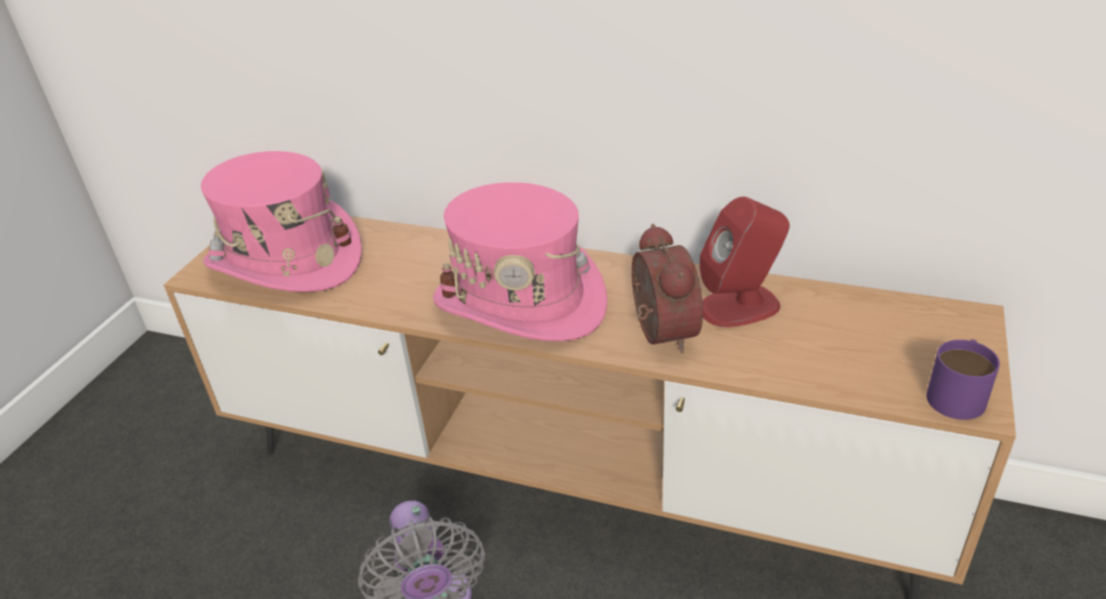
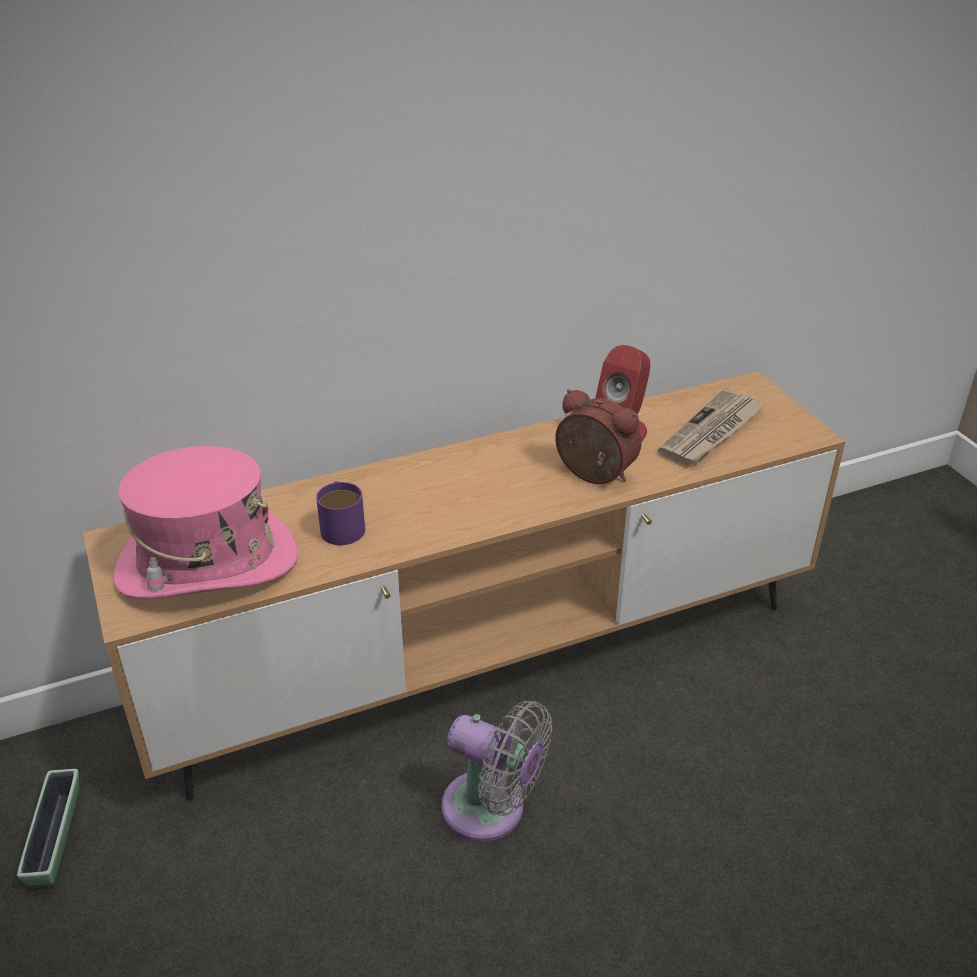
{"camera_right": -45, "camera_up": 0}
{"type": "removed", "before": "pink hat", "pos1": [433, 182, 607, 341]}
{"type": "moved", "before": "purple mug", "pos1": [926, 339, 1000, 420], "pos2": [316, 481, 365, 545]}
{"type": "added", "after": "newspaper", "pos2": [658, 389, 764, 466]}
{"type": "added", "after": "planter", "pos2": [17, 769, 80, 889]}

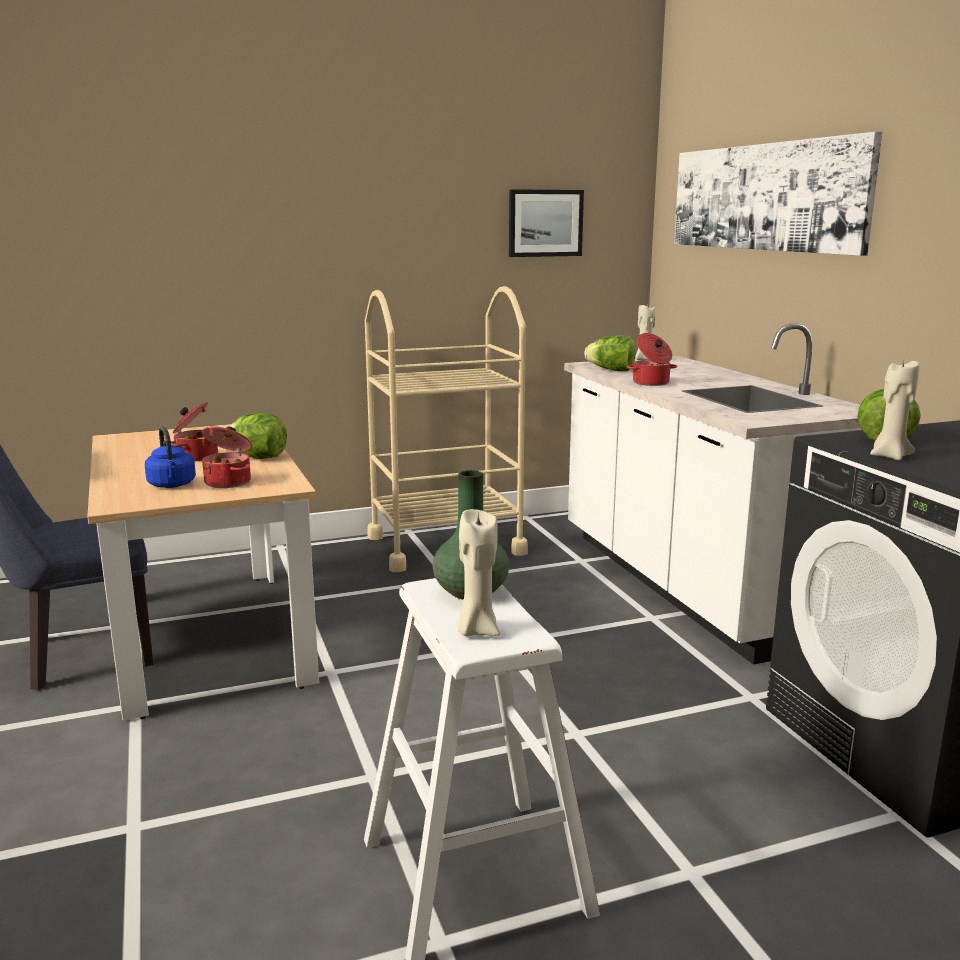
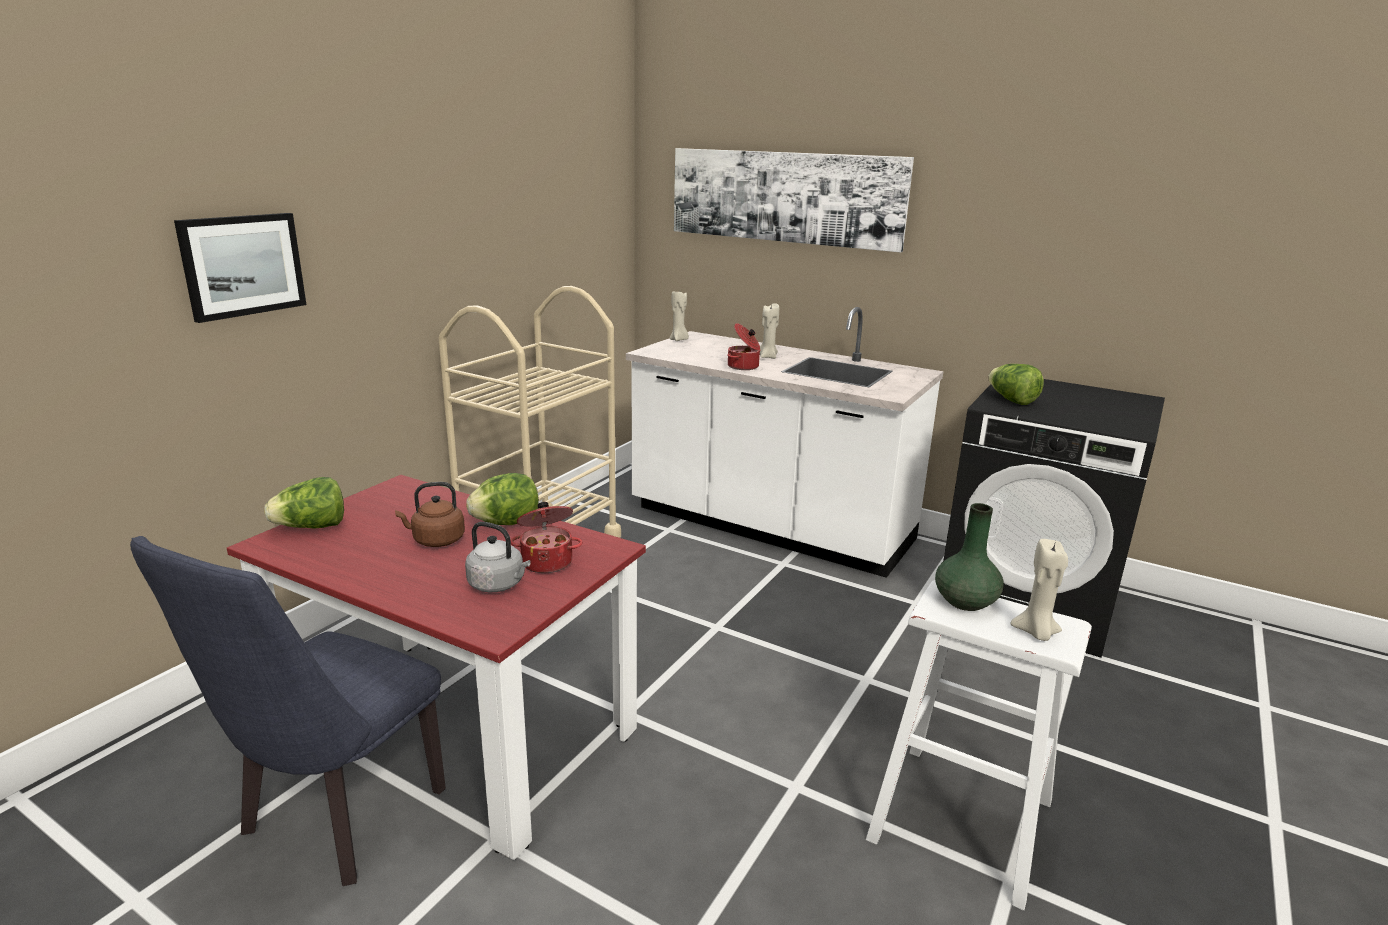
{"camera_right": -40, "camera_up": 5}
{"type": "moved", "before": "picture", "pos1": [509, 189, 584, 257], "pos2": [174, 213, 306, 323]}
{"type": "moved", "before": "lettuce", "pos1": [584, 335, 636, 371], "pos2": [264, 477, 344, 529]}
{"type": "moved", "before": "beige candle", "pos1": [870, 361, 919, 460], "pos2": [760, 303, 779, 359]}
{"type": "replaced", "before": "cooking pot", "after": "brown kettle", "pos1": [171, 402, 218, 461], "pos2": [395, 482, 465, 547]}
{"type": "recoloured", "before": "beige dining table", "after": "red dining table", "pos1": [87, 424, 319, 720], "pos2": [227, 475, 646, 860]}
{"type": "recoloured", "before": "blue kettle", "after": "grey kettle", "pos1": [145, 426, 196, 488], "pos2": [465, 522, 531, 592]}

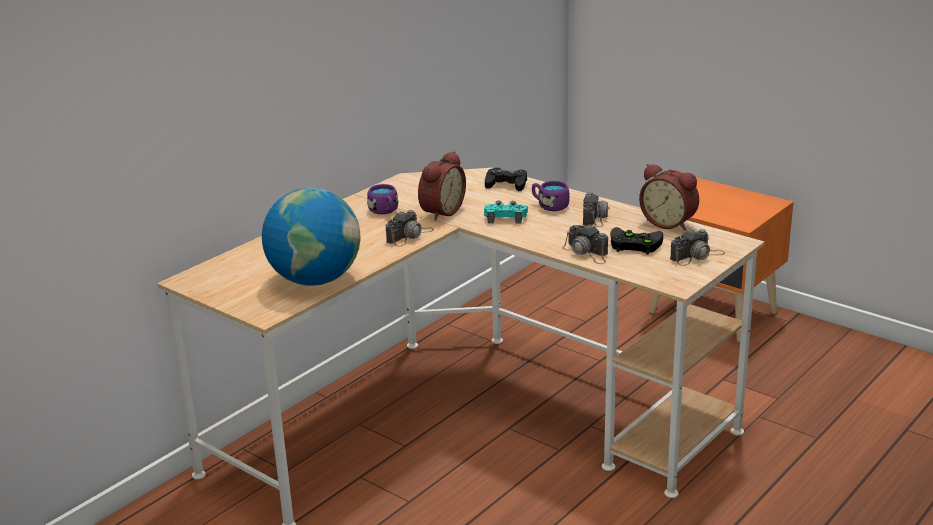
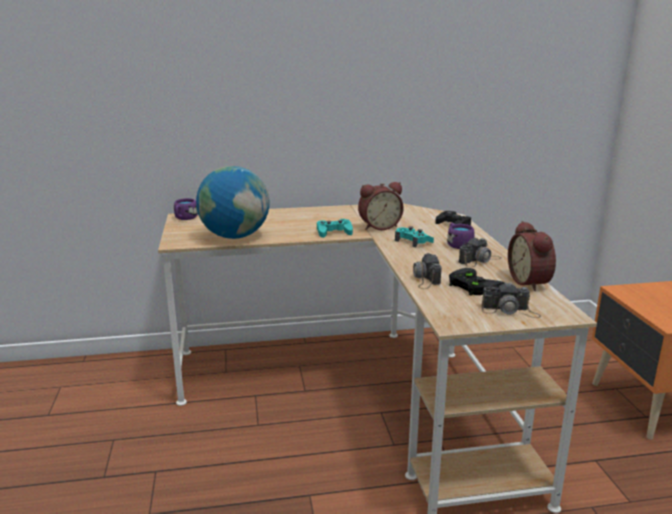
{"camera_right": 40, "camera_up": -5}
{"type": "moved", "before": "purple mug", "pos1": [367, 184, 398, 214], "pos2": [174, 198, 198, 220]}
{"type": "replaced", "before": "photo camera", "after": "turquoise game controller", "pos1": [386, 210, 434, 246], "pos2": [317, 219, 353, 238]}

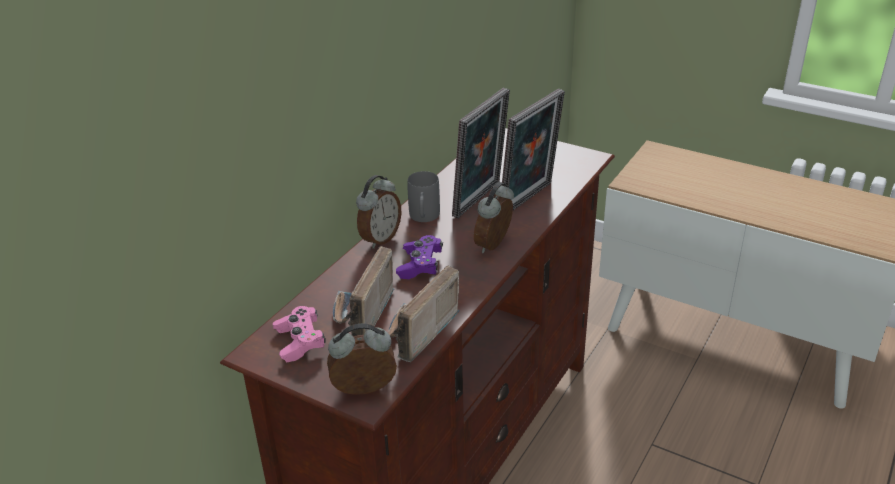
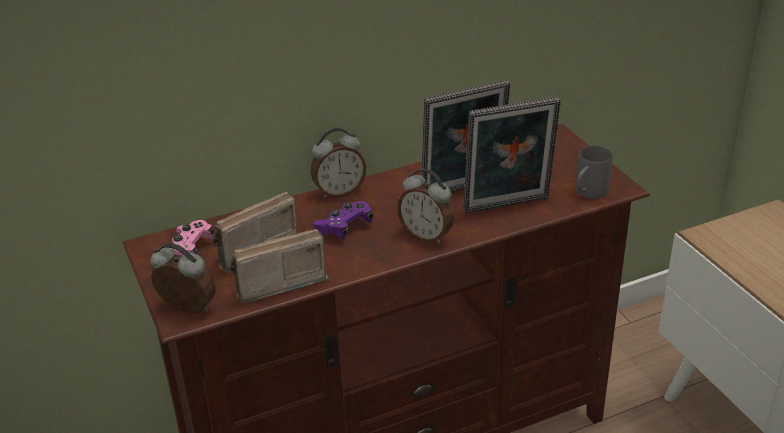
{"camera_right": 35, "camera_up": 0}
{"type": "moved", "before": "grey mug", "pos1": [407, 171, 440, 222], "pos2": [576, 146, 613, 199]}
{"type": "turned", "before": "alarm clock", "pos1": [474, 182, 514, 253], "pos2": [397, 169, 454, 244], "turn": -120}

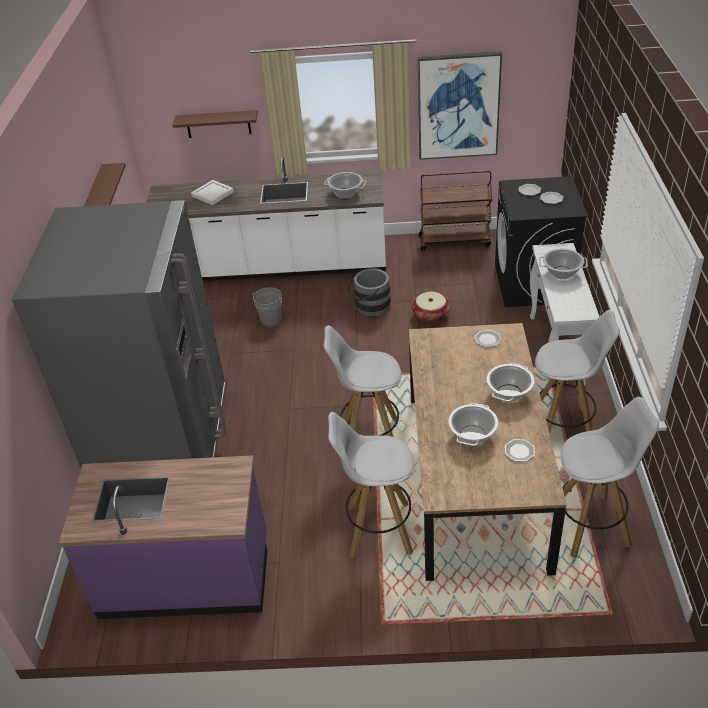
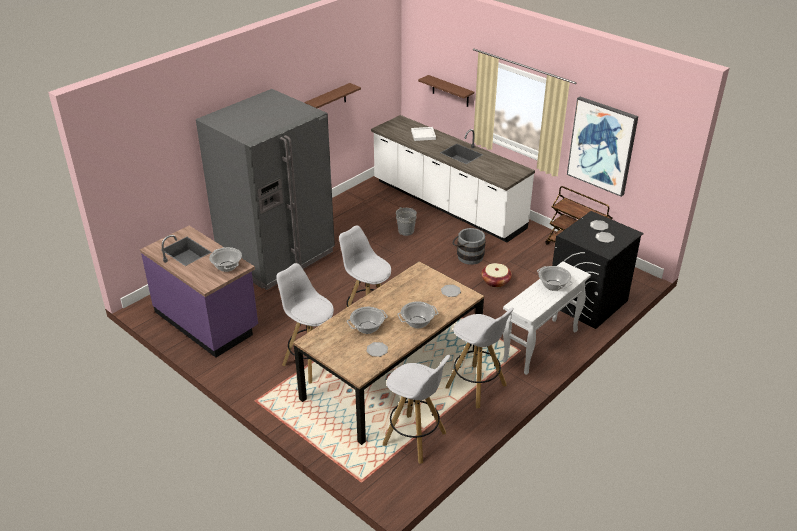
{"camera_right": 40, "camera_up": -5}
{"type": "moved", "before": "cooking pot", "pos1": [324, 172, 366, 198], "pos2": [209, 247, 242, 272]}

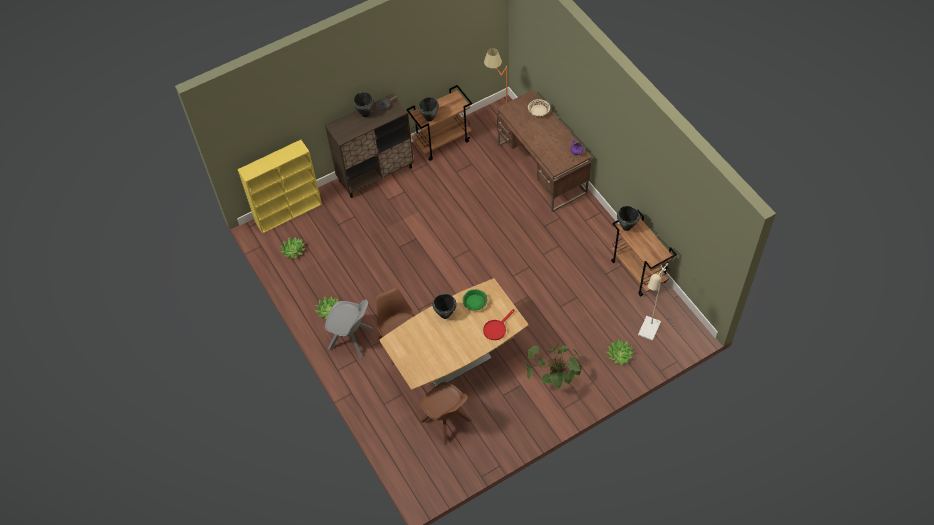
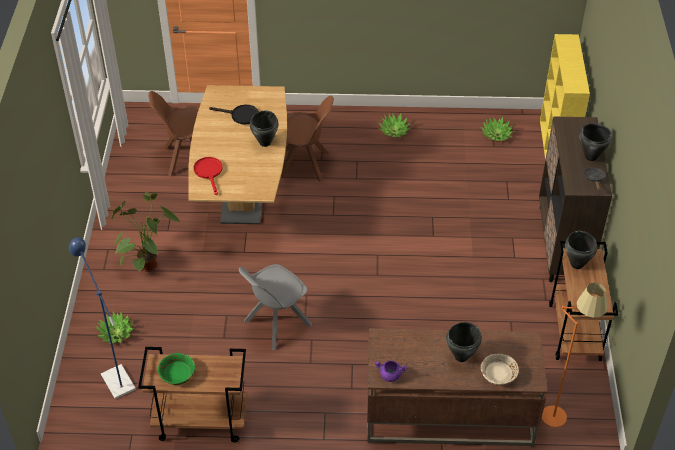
{"camera_right": 120, "camera_up": -10}
{"type": "moved", "before": "black cooking pot", "pos1": [617, 206, 640, 231], "pos2": [446, 322, 482, 362]}
{"type": "recoloured", "before": "beige floor lamp", "after": "blue floor lamp", "pos1": [638, 263, 668, 341], "pos2": [69, 237, 136, 399]}
{"type": "moved", "before": "green bowl", "pos1": [463, 289, 487, 311], "pos2": [158, 353, 195, 385]}
{"type": "moved", "before": "grey chair", "pos1": [325, 300, 373, 358], "pos2": [239, 264, 312, 350]}
{"type": "added", "after": "black frying pan", "pos2": [209, 105, 259, 125]}

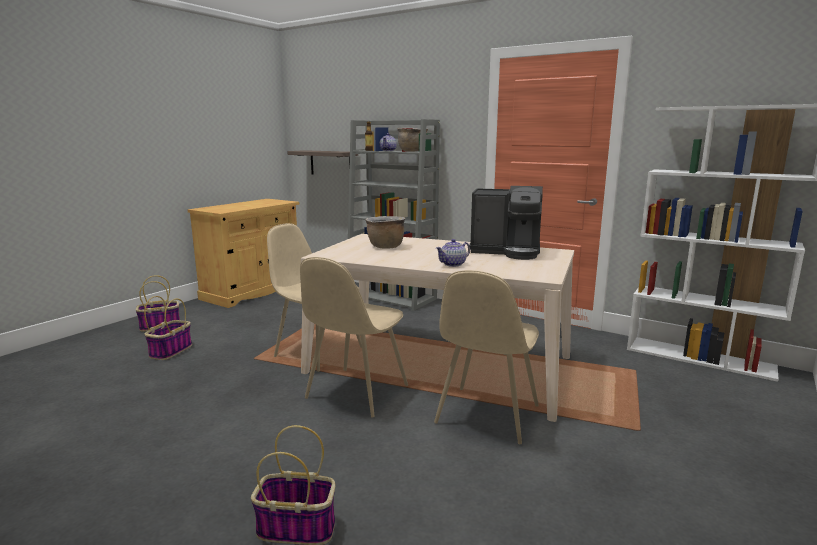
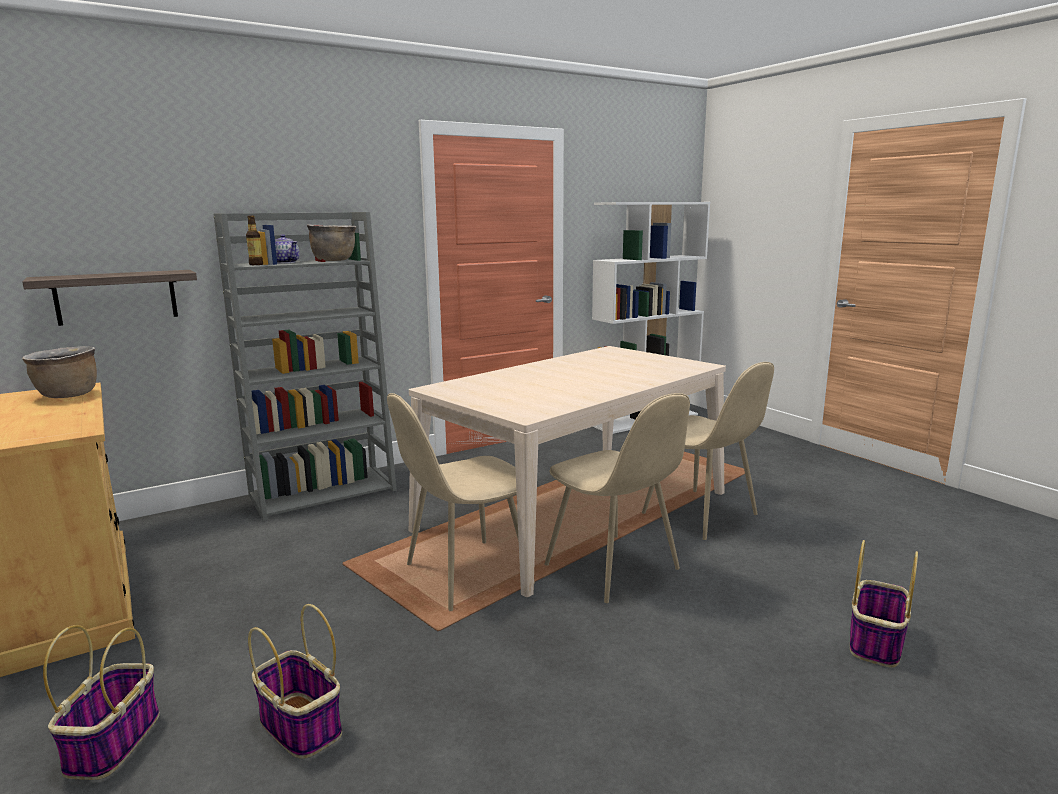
{"camera_right": -65, "camera_up": 0}
{"type": "removed", "before": "coffee machine", "pos1": [469, 186, 543, 260]}
{"type": "moved", "before": "brown cooking pot", "pos1": [366, 216, 405, 249], "pos2": [22, 346, 97, 398]}
{"type": "removed", "before": "teapot", "pos1": [436, 239, 470, 267]}

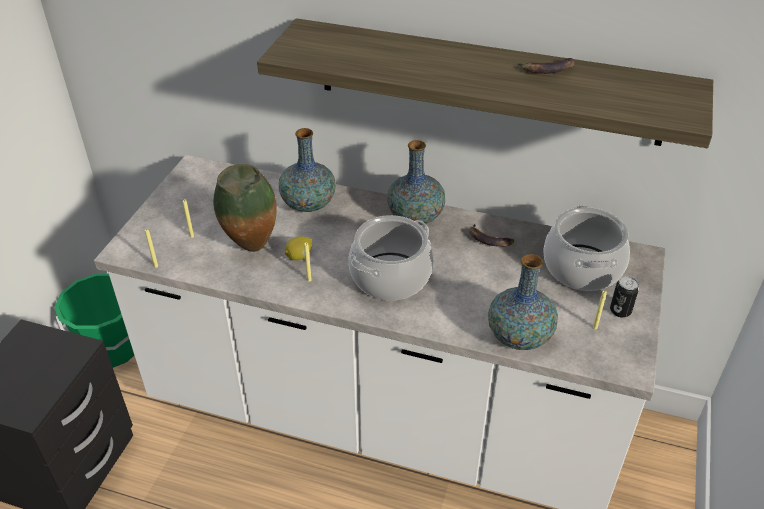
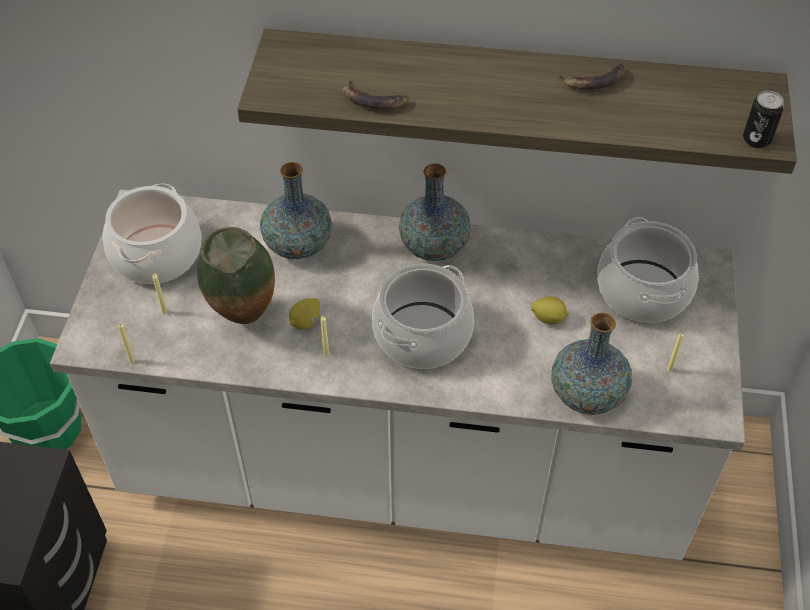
{"camera_right": -10, "camera_up": 10}
{"type": "moved", "before": "banana", "pos1": [469, 223, 514, 247], "pos2": [343, 79, 409, 109]}
{"type": "moved", "before": "can", "pos1": [610, 276, 639, 318], "pos2": [743, 91, 784, 148]}
{"type": "added", "after": "cooking pot", "pos2": [102, 183, 201, 284]}
{"type": "added", "after": "lemon", "pos2": [531, 296, 569, 324]}

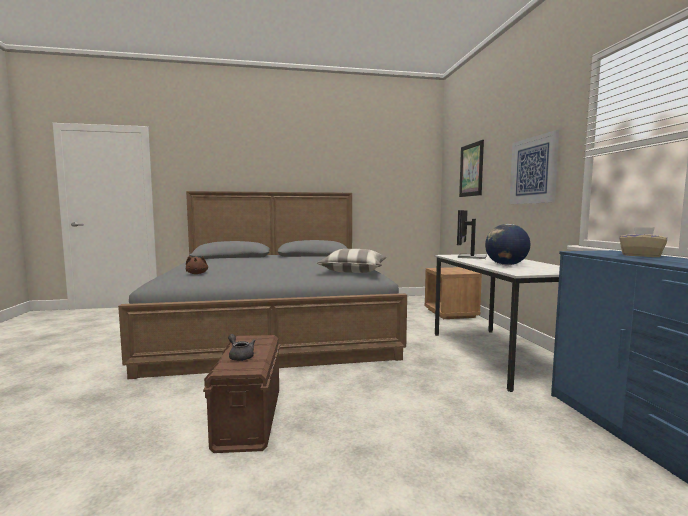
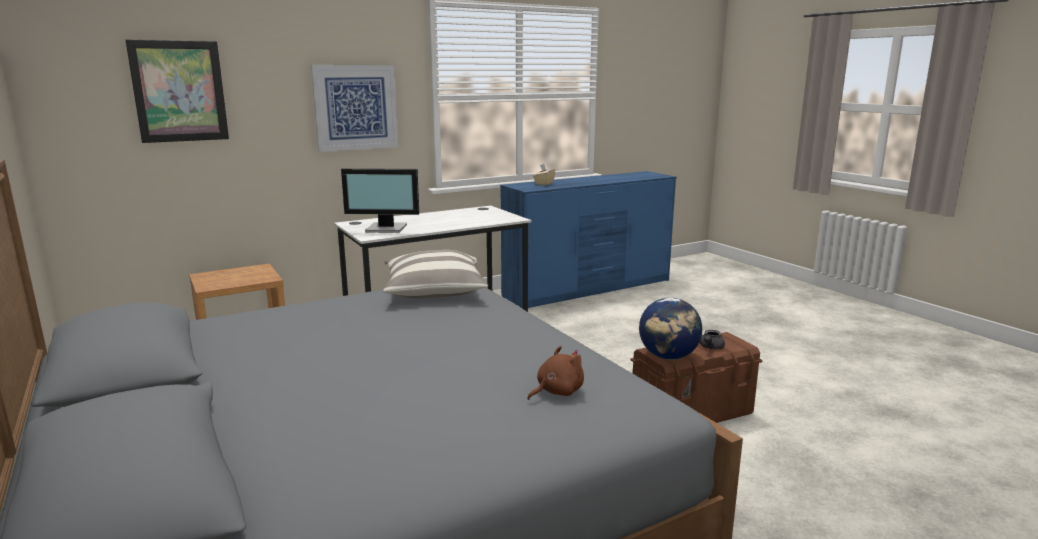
{"camera_right": -110, "camera_up": 10}
{"type": "moved", "before": "globe", "pos1": [485, 224, 530, 265], "pos2": [639, 298, 702, 360]}

